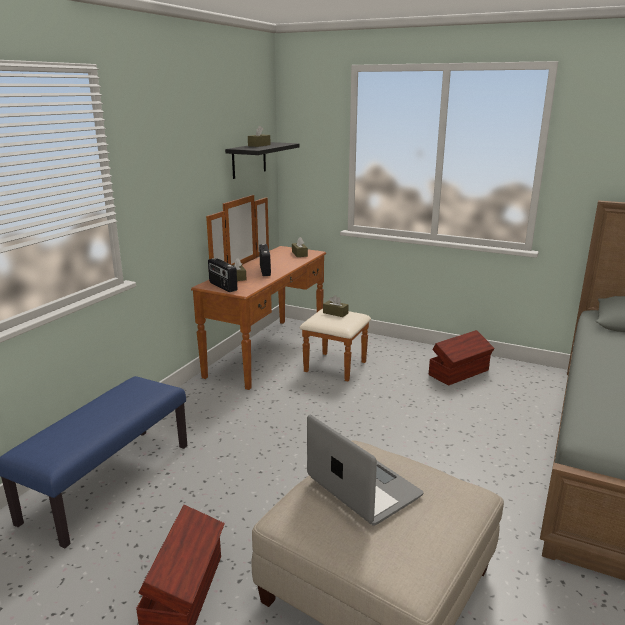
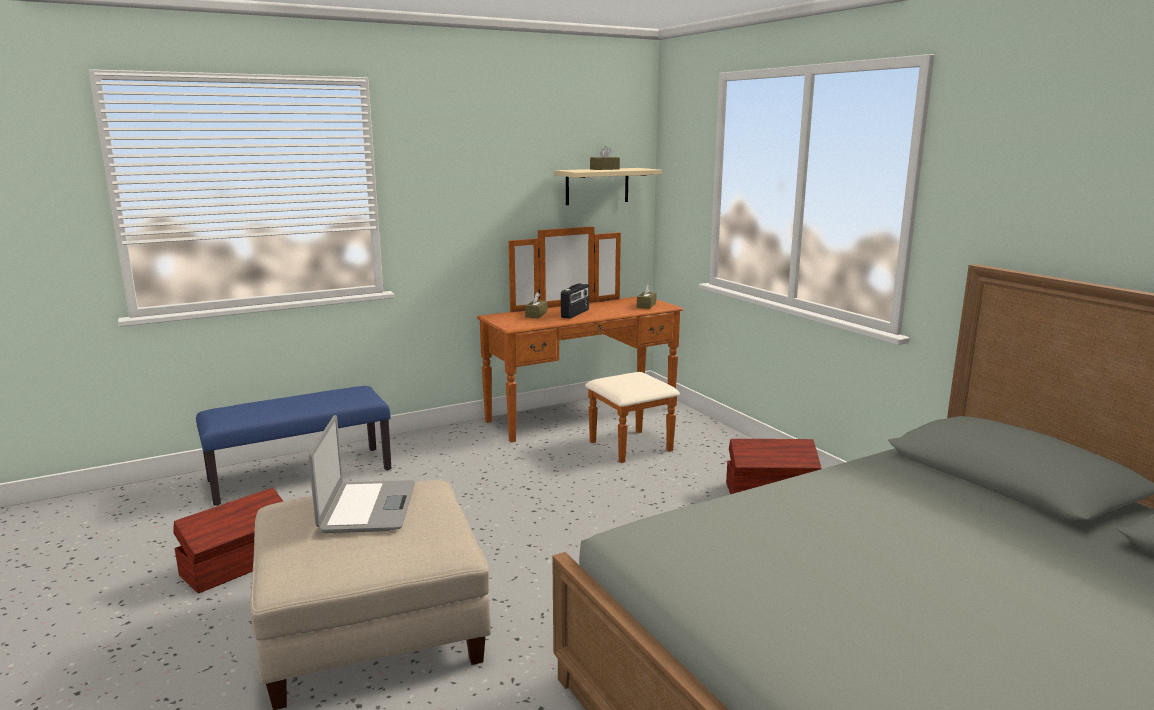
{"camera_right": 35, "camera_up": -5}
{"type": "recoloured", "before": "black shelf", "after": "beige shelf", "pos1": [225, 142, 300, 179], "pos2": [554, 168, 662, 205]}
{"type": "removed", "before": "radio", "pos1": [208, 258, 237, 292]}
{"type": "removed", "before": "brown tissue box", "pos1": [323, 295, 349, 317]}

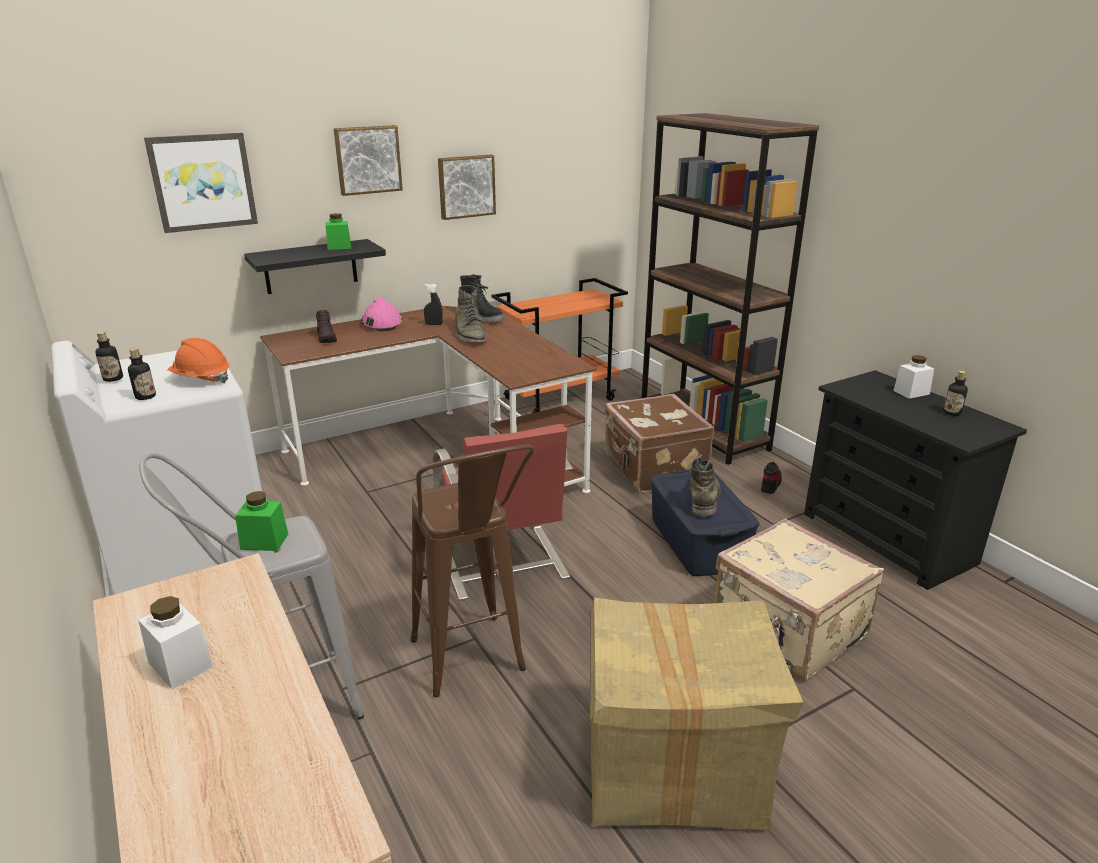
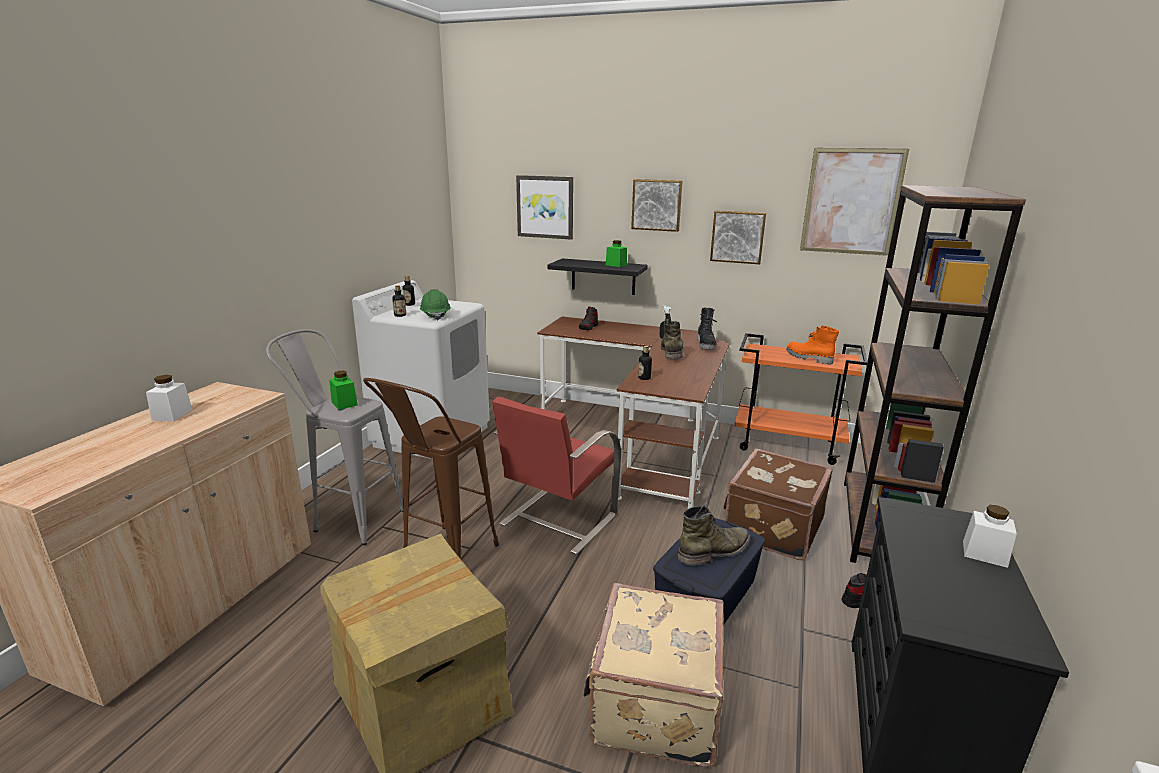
{"camera_right": 50, "camera_up": -5}
{"type": "turned", "before": "green boot", "pos1": [455, 285, 486, 343], "pos2": [661, 319, 684, 359], "turn": 150}
{"type": "removed", "before": "pink hard hat", "pos1": [361, 298, 403, 332]}
{"type": "recoloured", "before": "orange hard hat", "after": "green hard hat", "pos1": [168, 338, 229, 383], "pos2": [420, 289, 451, 320]}
{"type": "moved", "before": "bottle", "pos1": [943, 371, 968, 416], "pos2": [638, 346, 652, 380]}
{"type": "added", "after": "picture", "pos2": [800, 148, 909, 256]}
{"type": "added", "after": "orange boot", "pos2": [786, 325, 839, 365]}

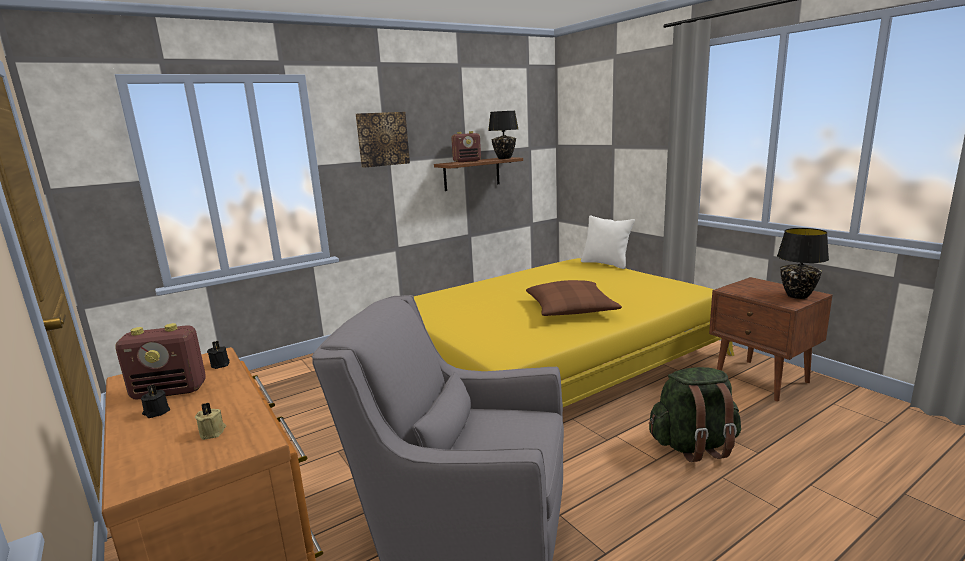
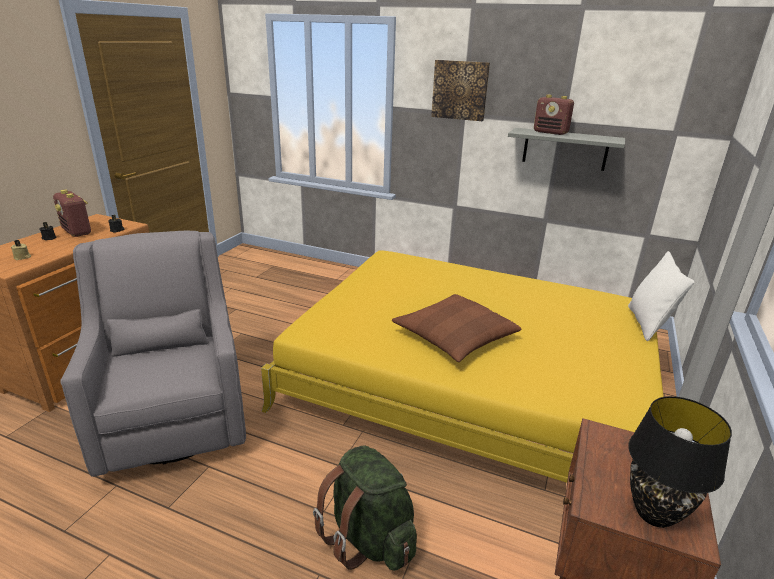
{"camera_right": 55, "camera_up": 10}
{"type": "removed", "before": "black table lamp", "pos1": [488, 111, 518, 159]}
{"type": "recoloured", "before": "brown shelf", "after": "grey shelf", "pos1": [434, 157, 523, 191], "pos2": [508, 128, 625, 171]}

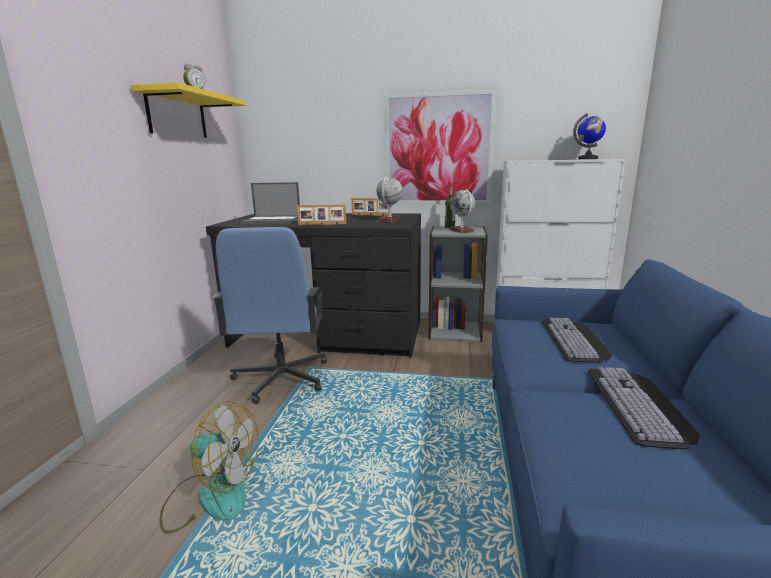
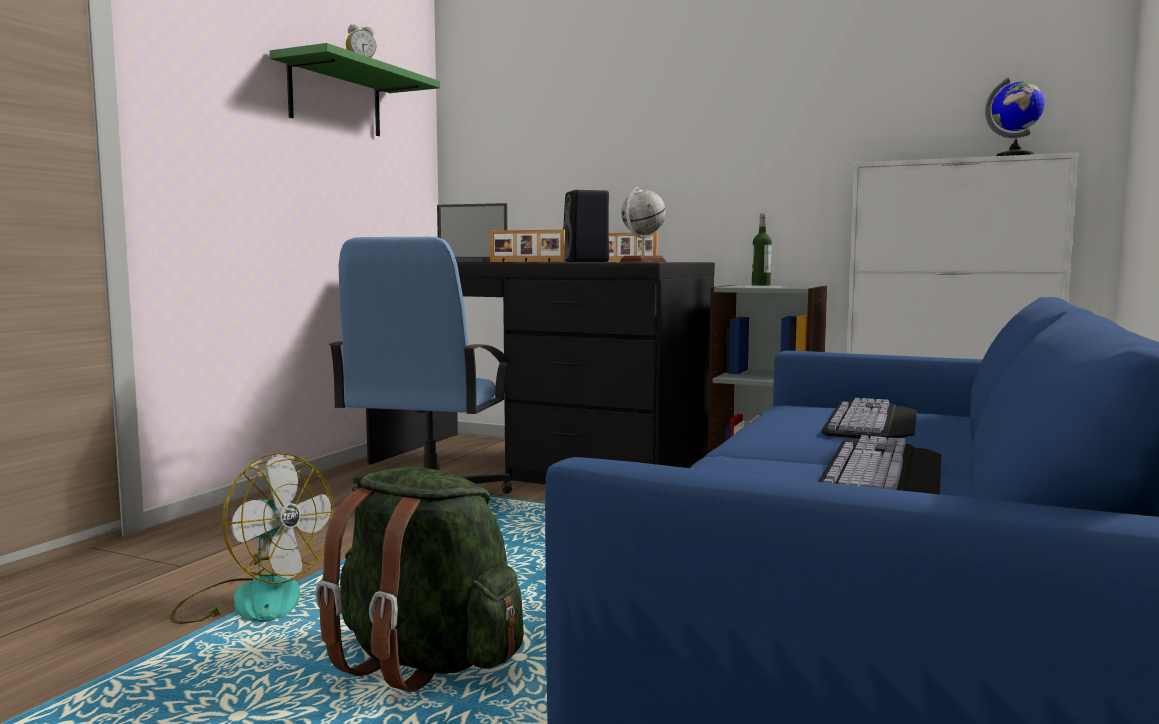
{"camera_right": 15, "camera_up": -10}
{"type": "recoloured", "before": "yellow shelf", "after": "green shelf", "pos1": [131, 82, 246, 138], "pos2": [270, 43, 440, 136]}
{"type": "removed", "before": "picture", "pos1": [384, 89, 496, 205]}
{"type": "removed", "before": "globe", "pos1": [449, 189, 475, 233]}
{"type": "added", "after": "black speaker", "pos2": [563, 190, 609, 262]}
{"type": "added", "after": "green backpack", "pos2": [315, 467, 524, 692]}

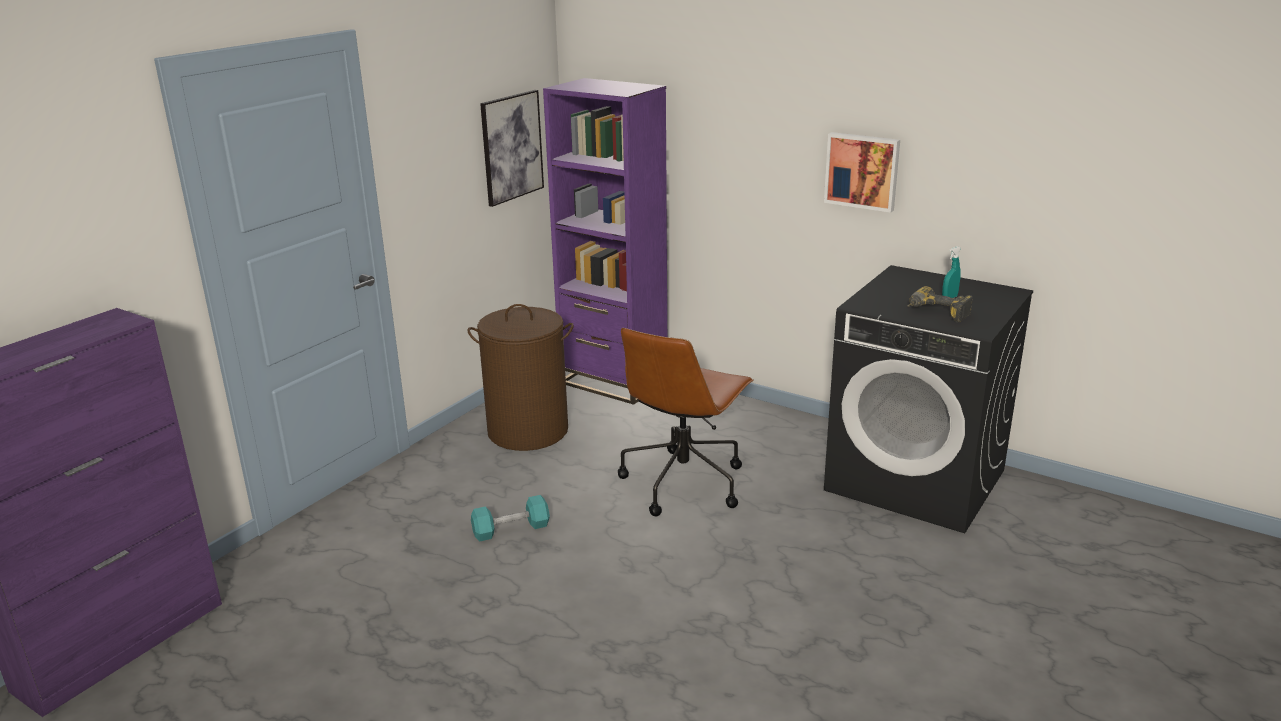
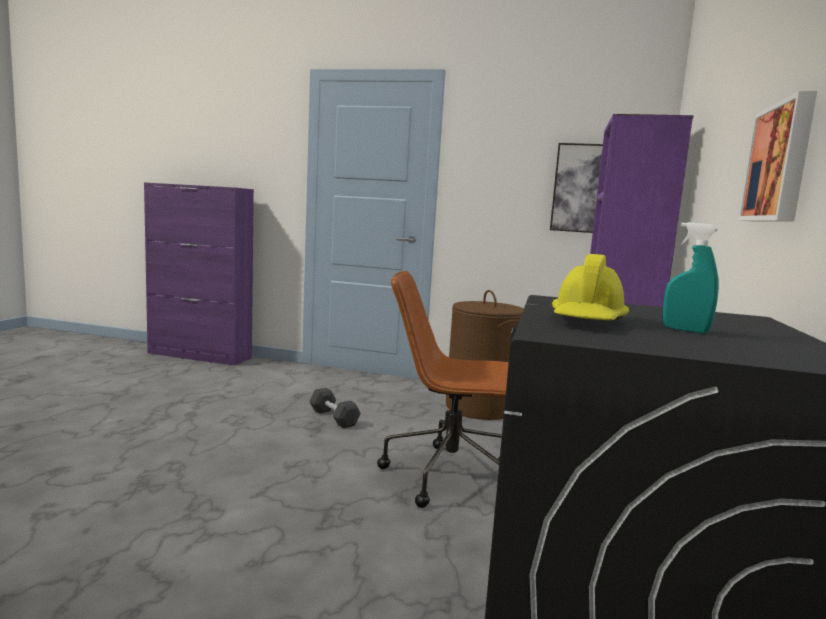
{"camera_right": 70, "camera_up": -15}
{"type": "replaced", "before": "power drill", "after": "yellow hard hat", "pos1": [908, 286, 973, 322], "pos2": [552, 254, 629, 320]}
{"type": "recoloured", "before": "turquoise dumbbell", "after": "black dumbbell", "pos1": [471, 495, 550, 542], "pos2": [309, 388, 361, 428]}

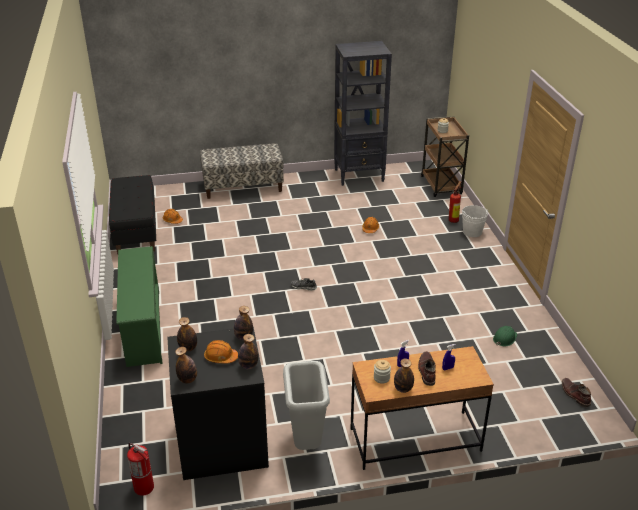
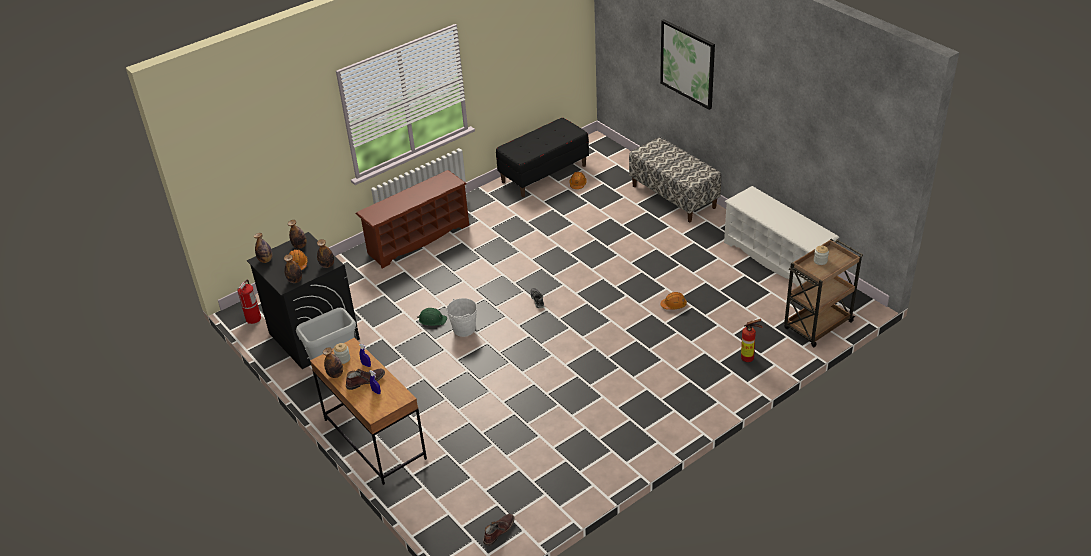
{"camera_right": 65, "camera_up": 5}
{"type": "replaced", "before": "black bookcase", "after": "white shoe rack", "pos1": [334, 41, 392, 186], "pos2": [724, 186, 839, 287]}
{"type": "moved", "before": "white bucket", "pos1": [462, 205, 488, 237], "pos2": [446, 298, 477, 337]}
{"type": "recoloured", "before": "green shoe rack", "after": "brown shoe rack", "pos1": [116, 246, 162, 367], "pos2": [356, 170, 469, 269]}
{"type": "moved", "before": "green hard hat", "pos1": [493, 326, 517, 346], "pos2": [417, 308, 447, 326]}
{"type": "added", "after": "picture", "pos2": [660, 19, 715, 110]}

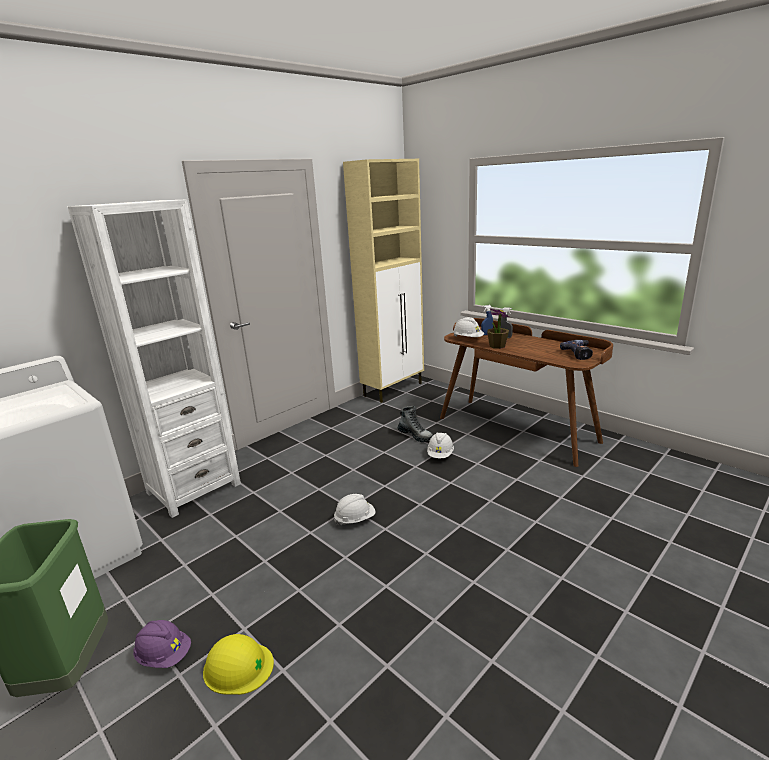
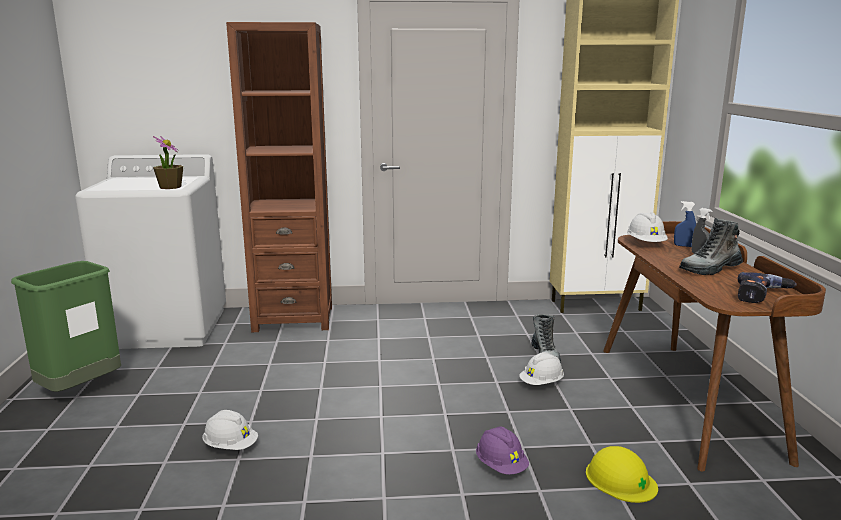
{"camera_right": 40, "camera_up": -5}
{"type": "recoloured", "before": "white bookcase", "after": "brown bookcase", "pos1": [68, 199, 241, 518], "pos2": [226, 22, 332, 332]}
{"type": "moved", "before": "potted plant", "pos1": [487, 309, 509, 349], "pos2": [153, 136, 183, 189]}
{"type": "moved", "before": "white hard hat", "pos1": [334, 494, 375, 525], "pos2": [202, 410, 258, 450]}
{"type": "moved", "before": "purple hard hat", "pos1": [133, 620, 191, 668], "pos2": [476, 426, 529, 475]}
{"type": "moved", "before": "yellow hard hat", "pos1": [203, 634, 274, 695], "pos2": [586, 446, 658, 503]}
{"type": "added", "after": "boot", "pos2": [679, 218, 743, 275]}

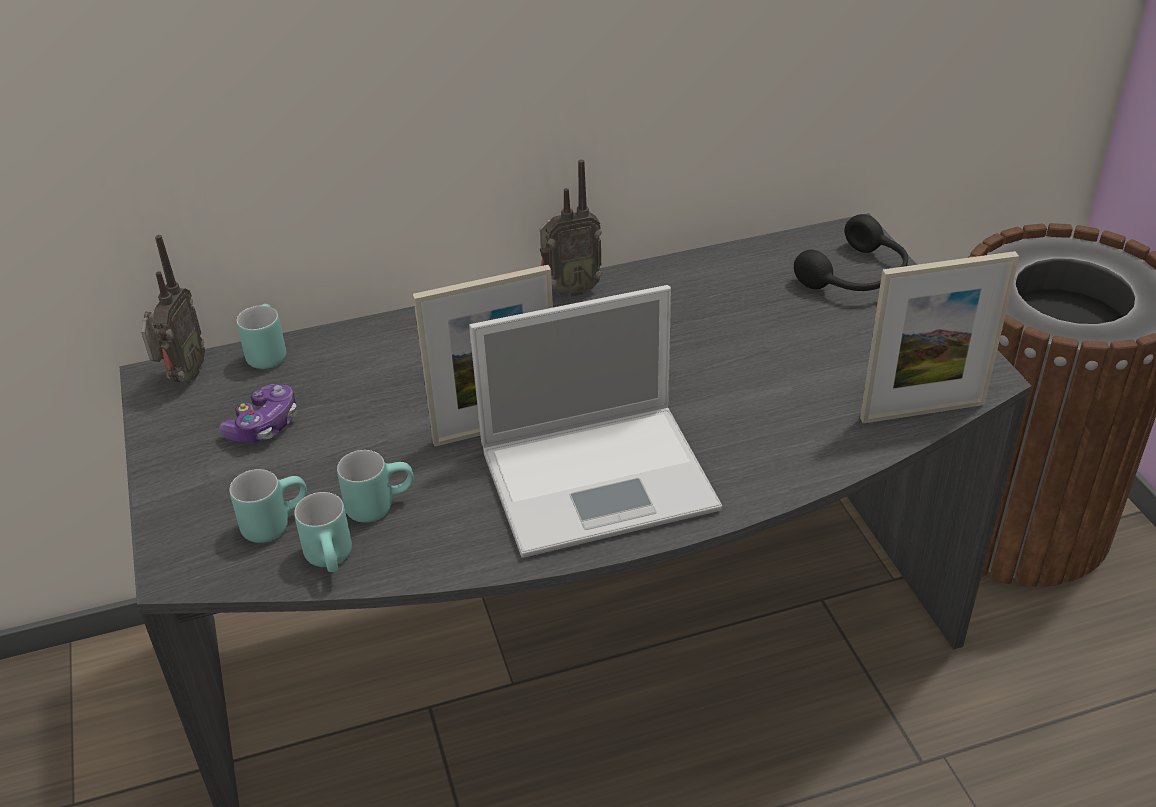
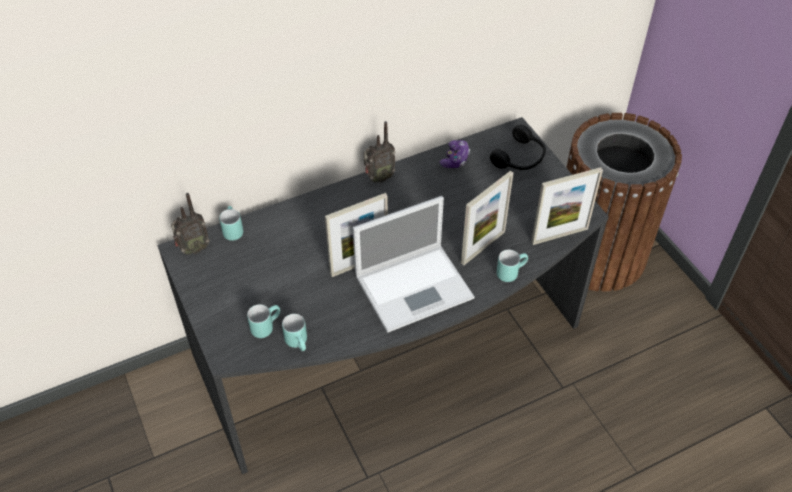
{"camera_right": -10, "camera_up": 10}
{"type": "turned", "before": "radio", "pos1": [141, 235, 205, 383], "pos2": [171, 193, 210, 255], "turn": 60}
{"type": "moved", "before": "game controller", "pos1": [219, 384, 297, 443], "pos2": [440, 140, 470, 168]}
{"type": "moved", "before": "turquoise mug", "pos1": [337, 450, 413, 523], "pos2": [496, 250, 528, 282]}
{"type": "added", "after": "picture frame", "pos2": [461, 171, 513, 265]}

